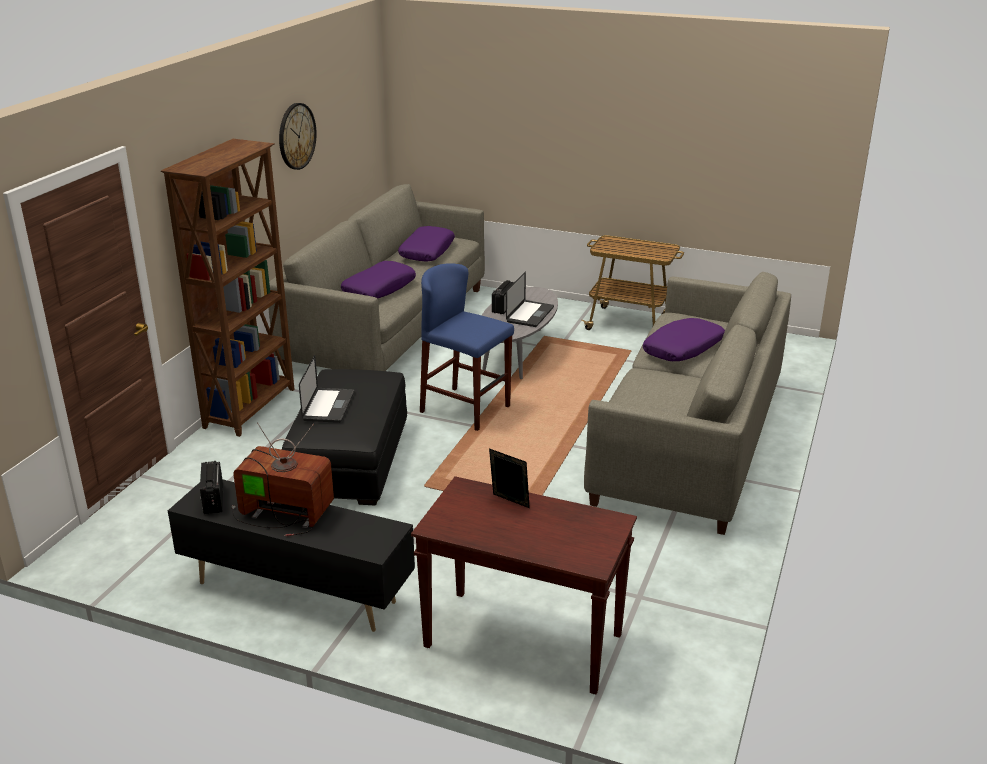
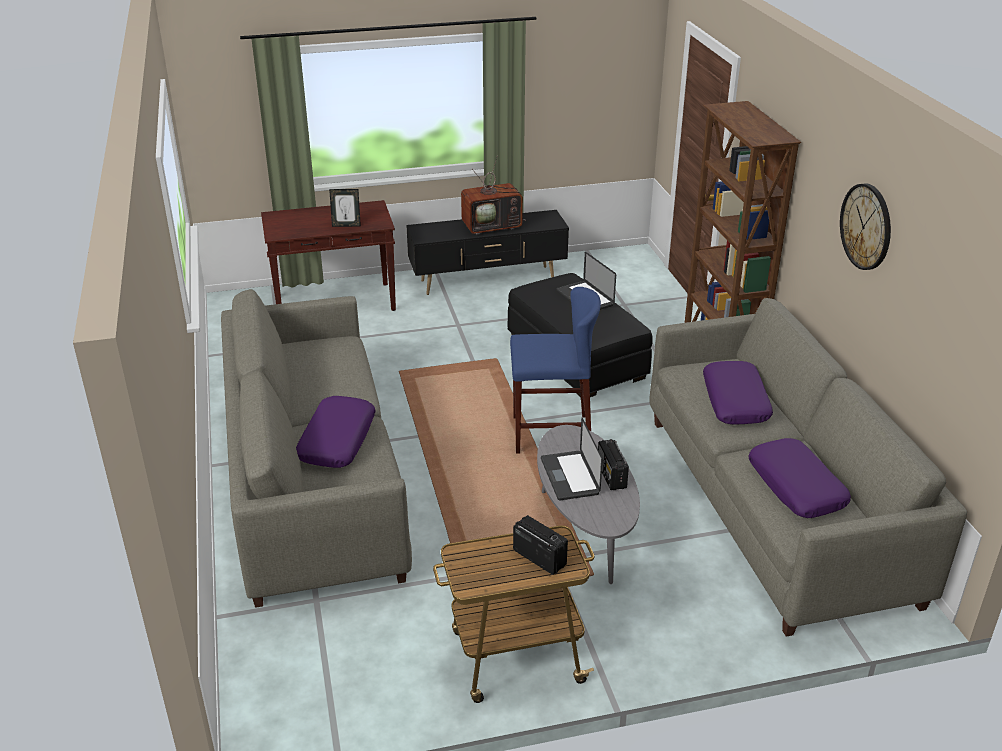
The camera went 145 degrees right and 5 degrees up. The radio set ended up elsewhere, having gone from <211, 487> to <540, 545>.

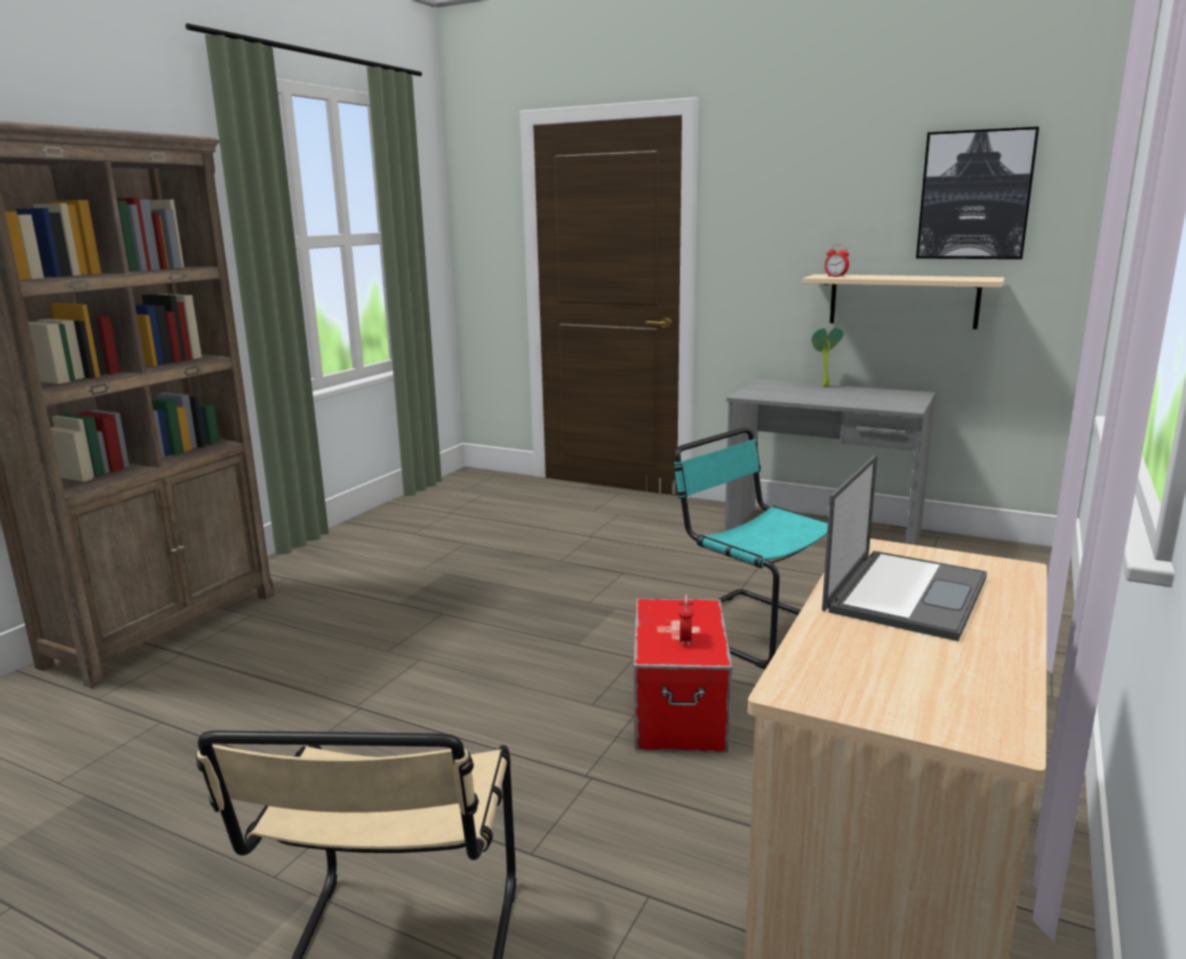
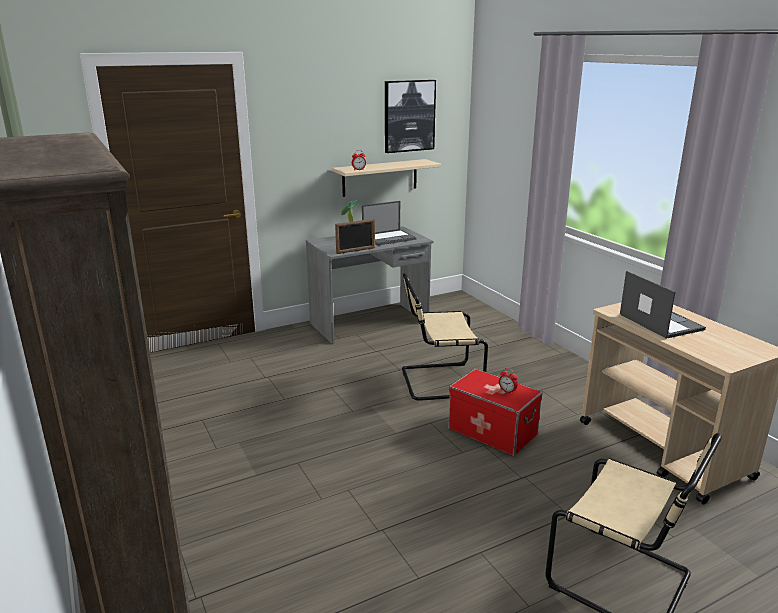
The camera went 55 degrees left and 5 degrees up. What was the upright chair (blue-green) at <751, 548> turned into the upright chair (beige) at <445, 337>. The second view gained the portable computer at <389, 223>. The second view gained the standing frame at <355, 236>.

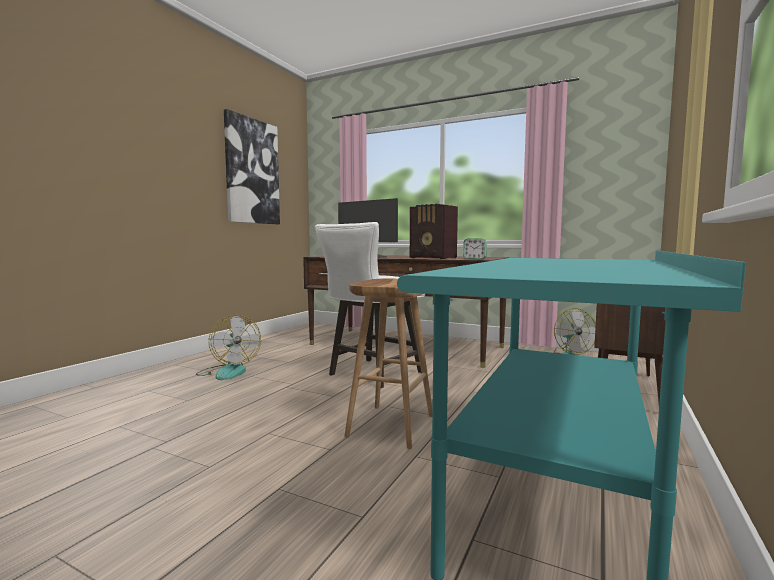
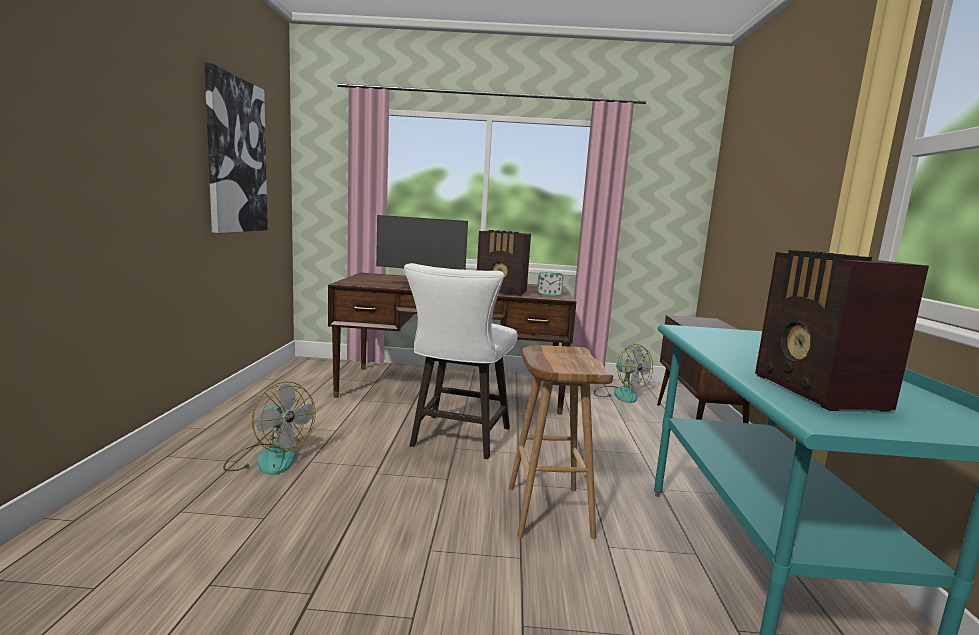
The camera went 25 degrees left and 5 degrees up. The second view gained the radio set at <842, 331>.

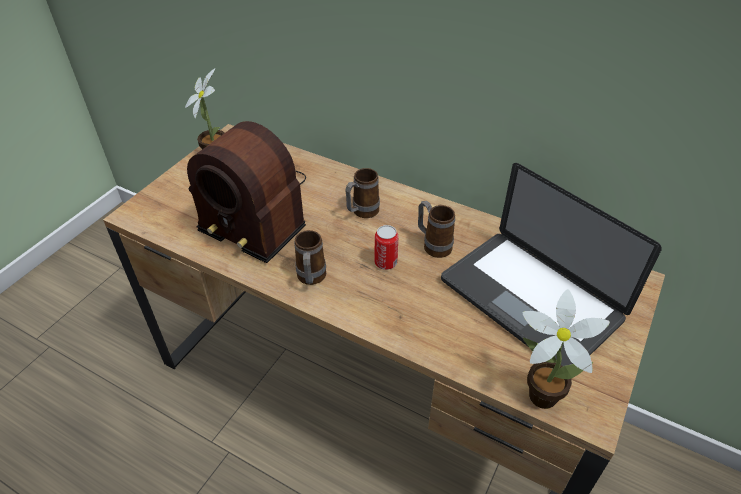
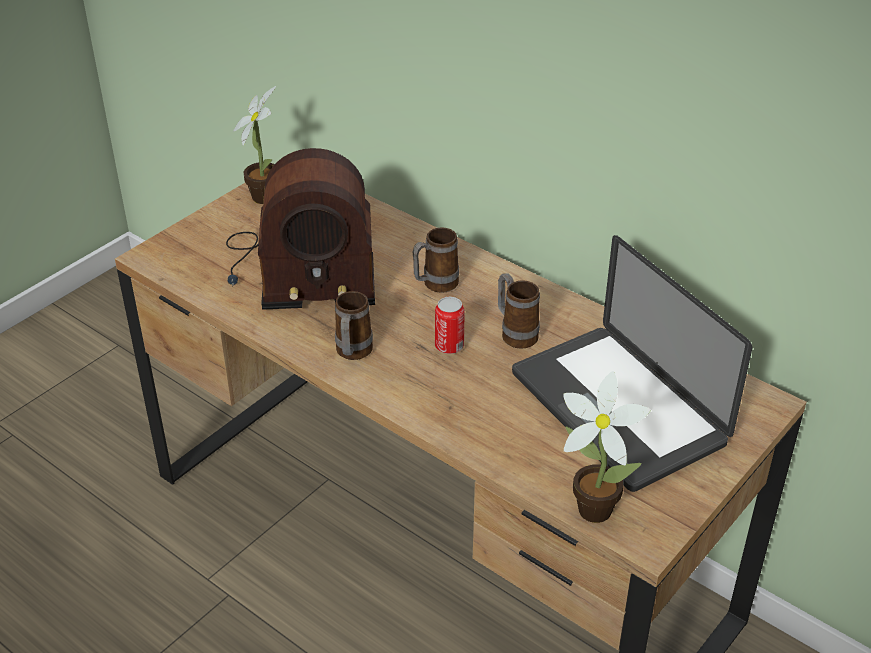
The camera went 10 degrees right and 5 degrees down. The radio set at <246, 192> ended up facing another way, 45 degrees counterclockwise from before.

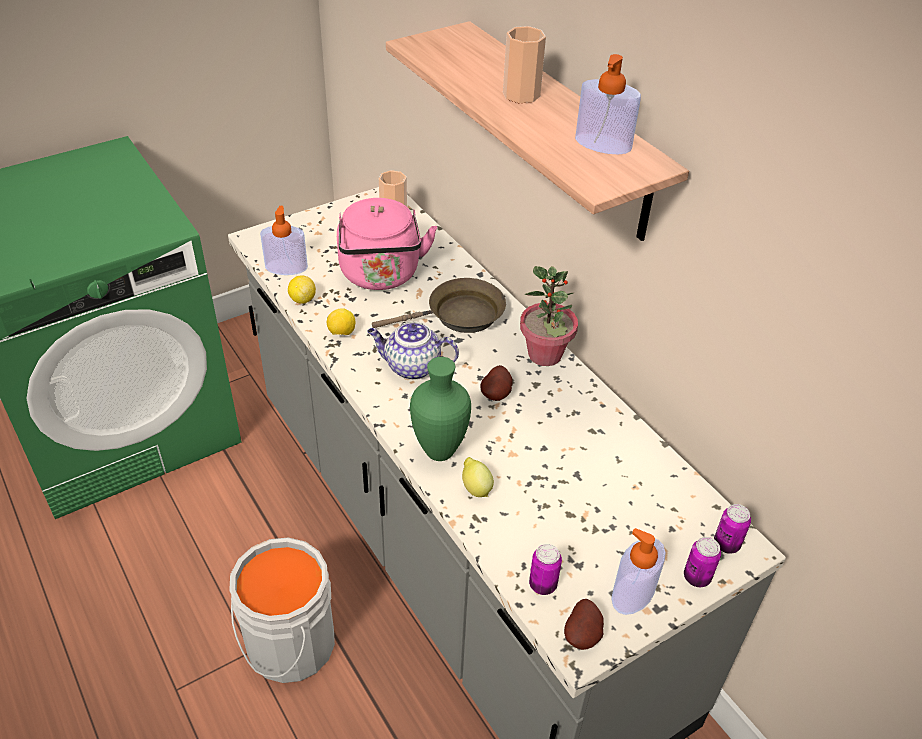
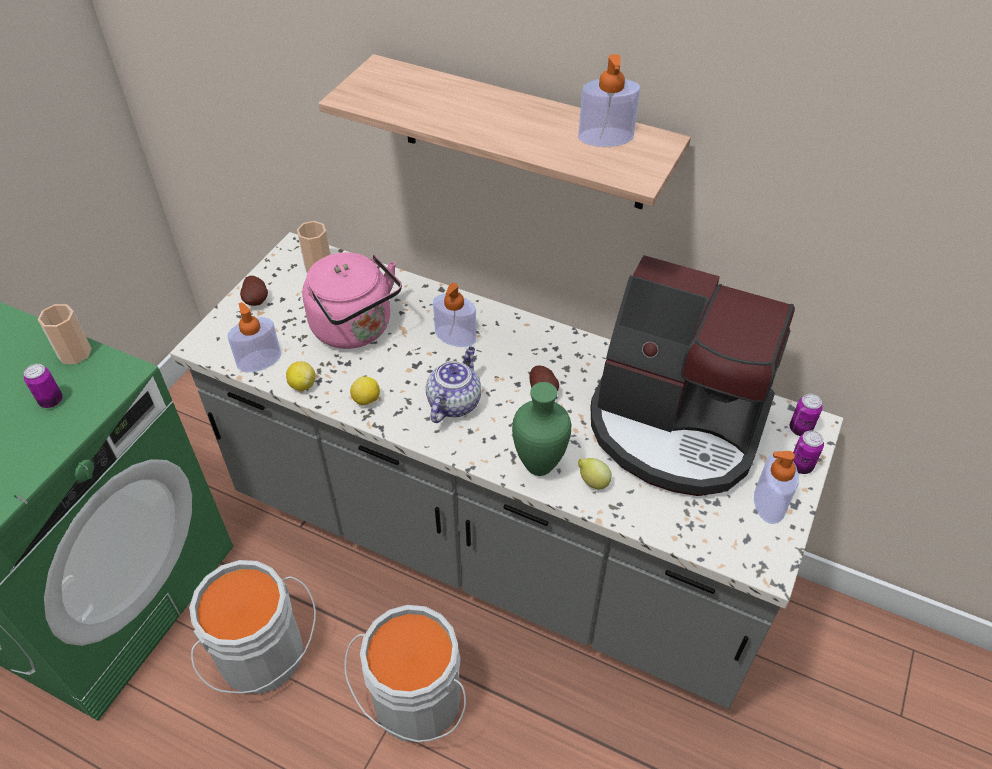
The camera went 30 degrees left and 5 degrees up. The small cup ended up elsewhere, having gone from <524, 64> to <65, 334>. The second view lost the houseplant at <549, 316>. Where the skillet (brownish) stood at <439, 305>, the soap dispenser came to stand at <454, 315>. The tea pot at <413, 350> ended up facing another way, 135 degrees clockwise from before. The sealed can ended up elsewhere, having gone from <545, 569> to <43, 386>. The spud ended up elsewhere, having gone from <584, 624> to <254, 291>. The second view gained the coffee machine at <693, 375>. The second view gained the pail (gray) at <252, 627>.

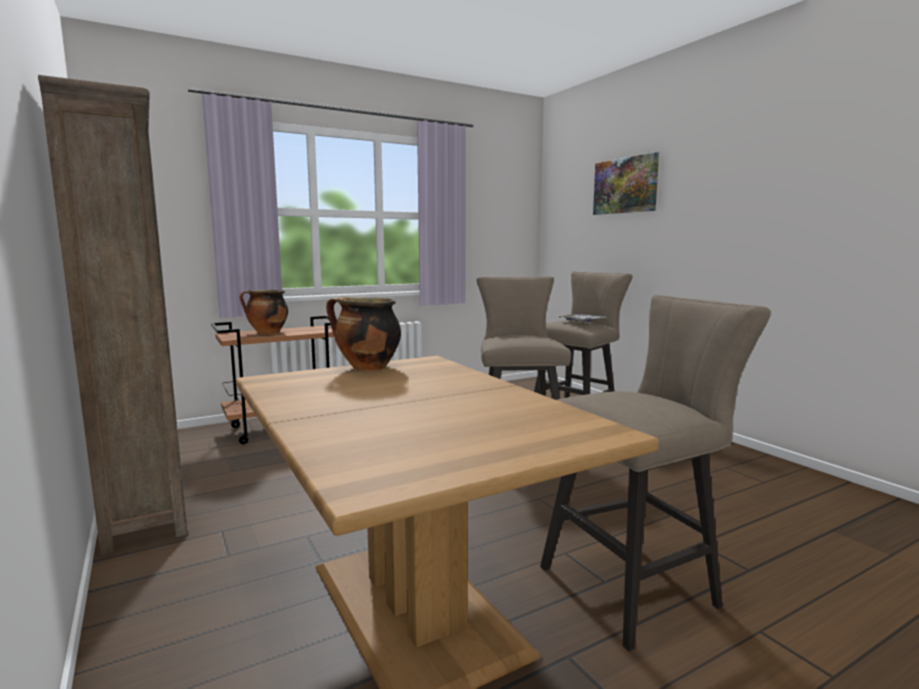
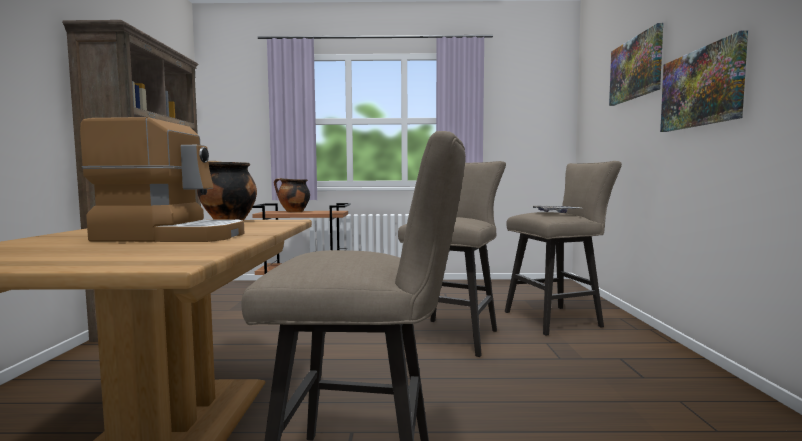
The camera went 30 degrees right and 5 degrees down. The second view gained the wall picture at <704, 81>. The second view gained the coffee machine at <162, 179>.

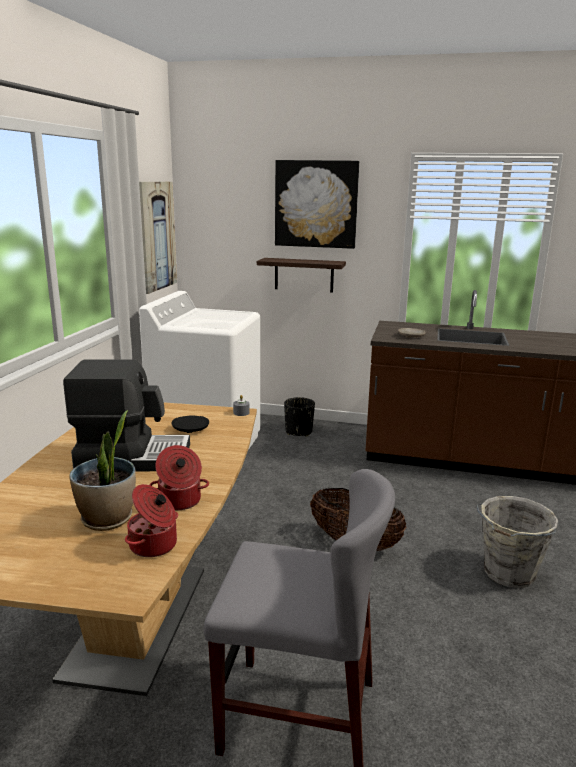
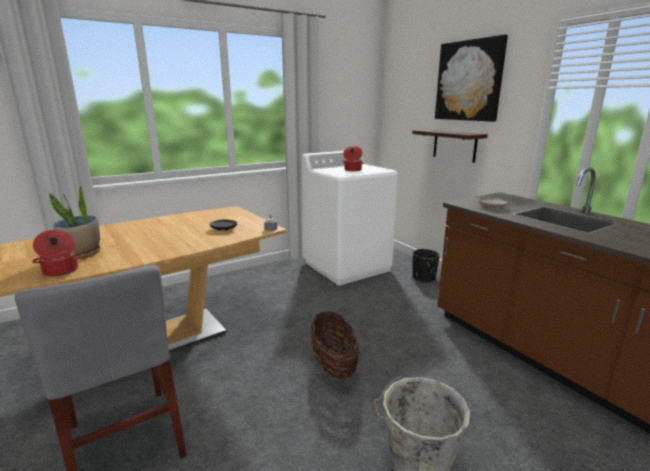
The camera went 45 degrees right and 0 degrees up. The second view lost the wall picture at <158, 238>. The second view lost the coffee machine at <126, 415>. The cooking pot ended up elsewhere, having gone from <179, 477> to <353, 159>.

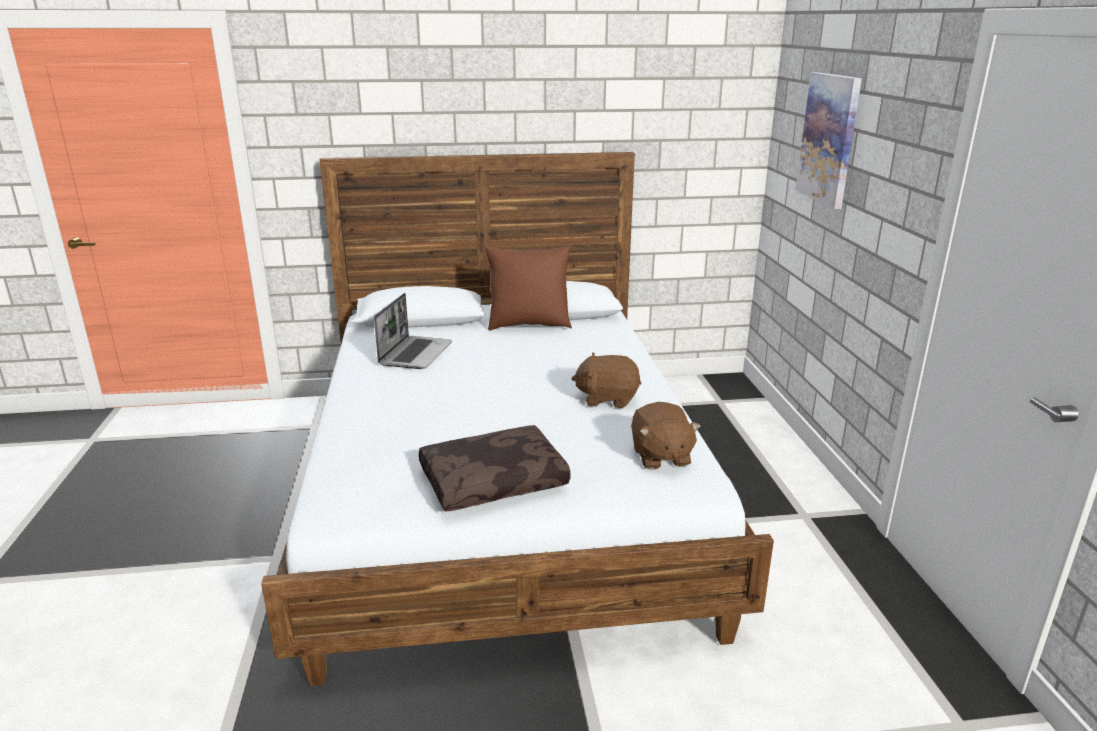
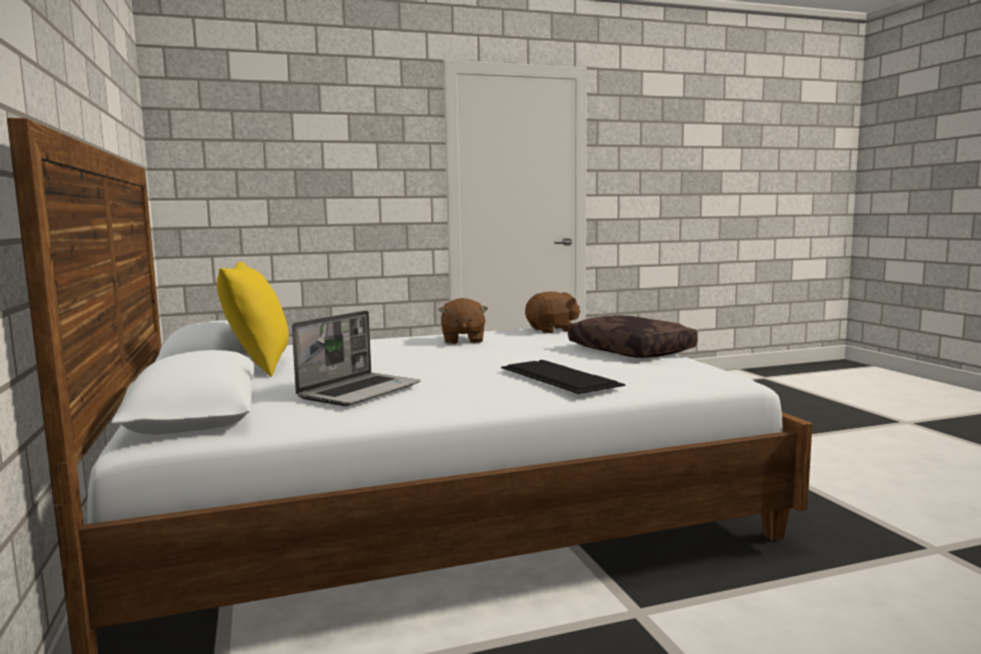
The camera went 100 degrees left and 15 degrees down. The second view lost the wall picture at <829, 140>. What was the cushion (brownish) at <528, 288> turned into the cushion (yellow-coloured) at <253, 319>. The portable computer at <413, 331> ended up facing another way, 120 degrees clockwise from before. The second view gained the computer keyboard at <563, 377>.

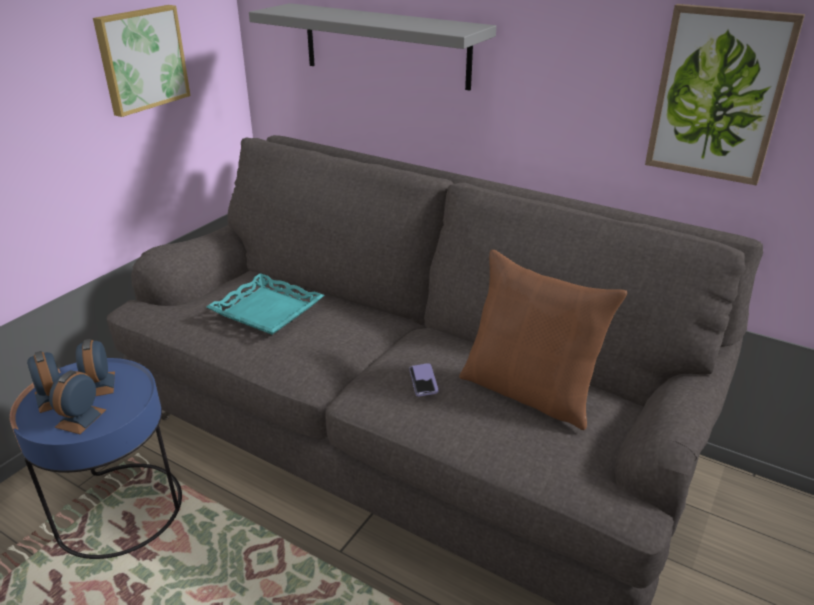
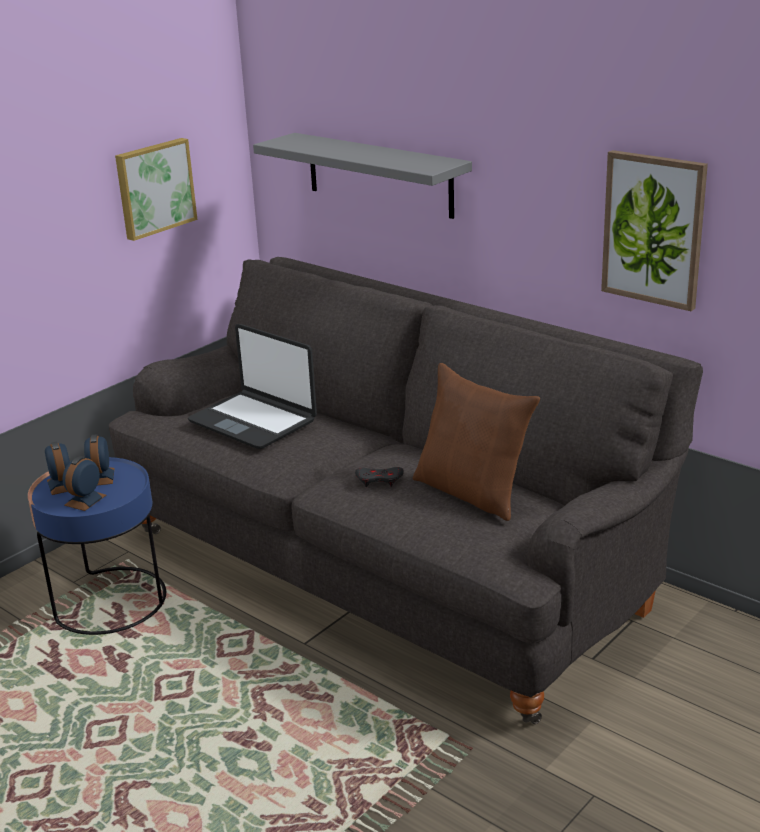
The camera went 10 degrees right and 5 degrees down. Where the carrying tray (blue-green) stood at <265, 304>, the portable computer came to stand at <252, 386>. Where the handset stood at <424, 380>, the joypad (gray) came to stand at <379, 477>.

